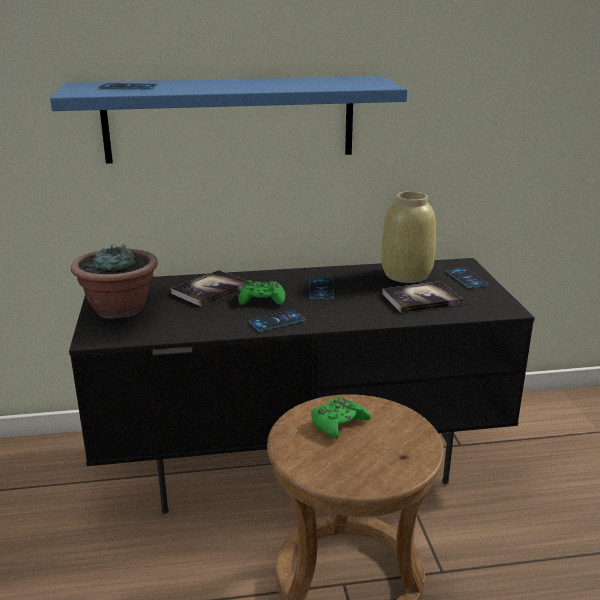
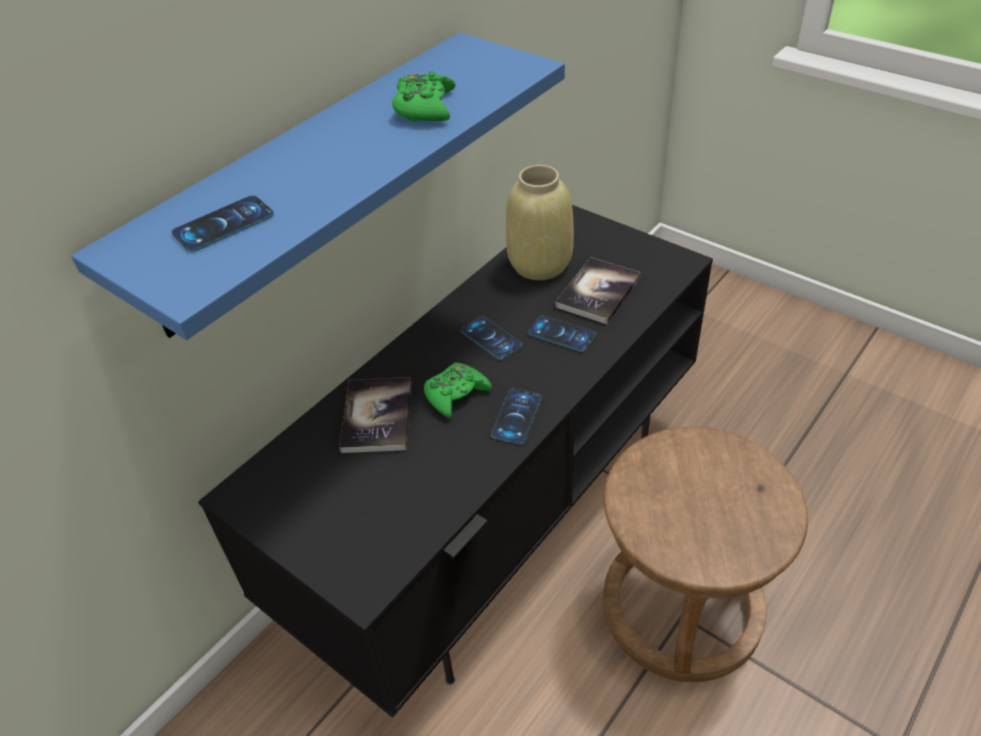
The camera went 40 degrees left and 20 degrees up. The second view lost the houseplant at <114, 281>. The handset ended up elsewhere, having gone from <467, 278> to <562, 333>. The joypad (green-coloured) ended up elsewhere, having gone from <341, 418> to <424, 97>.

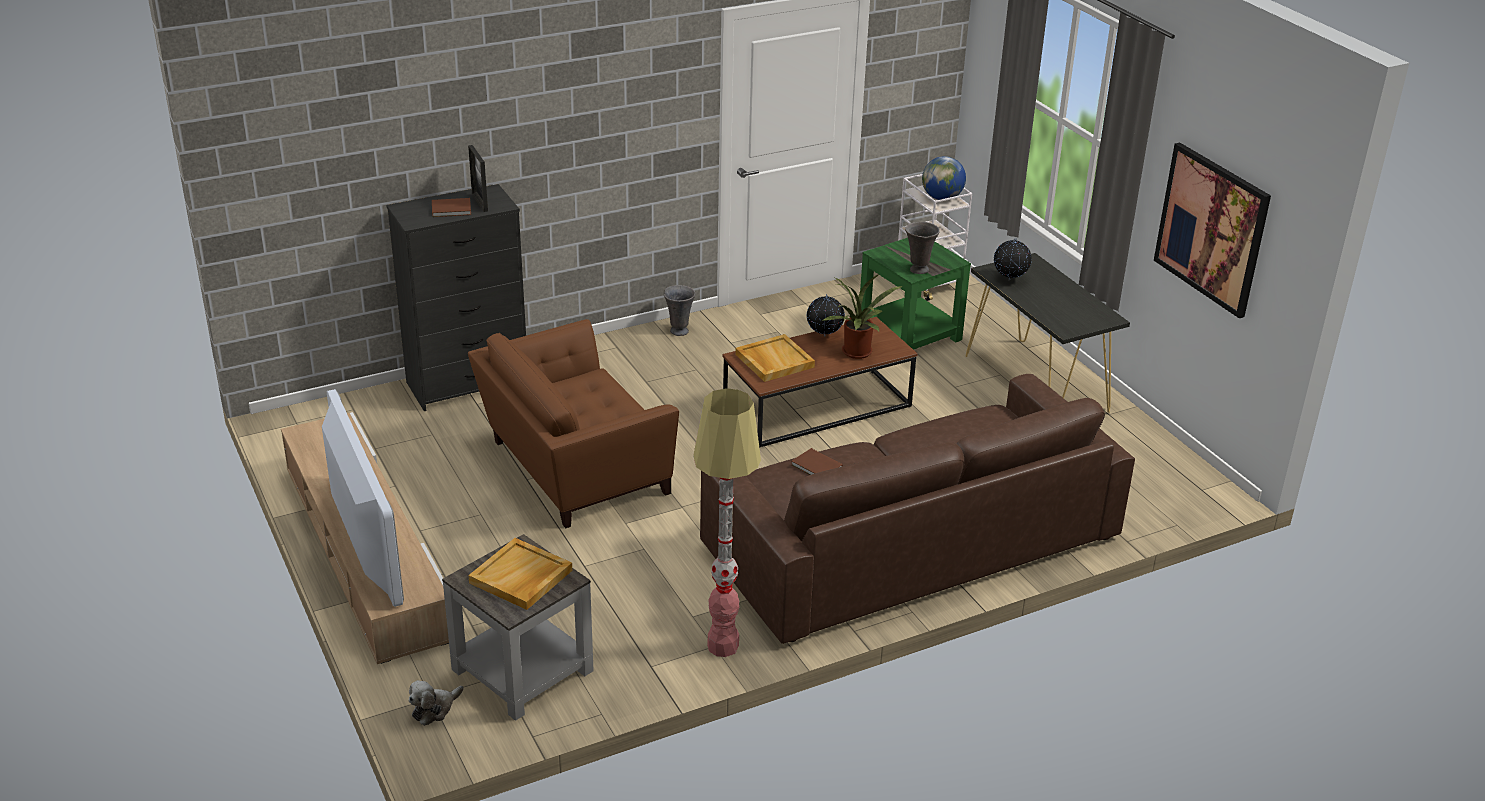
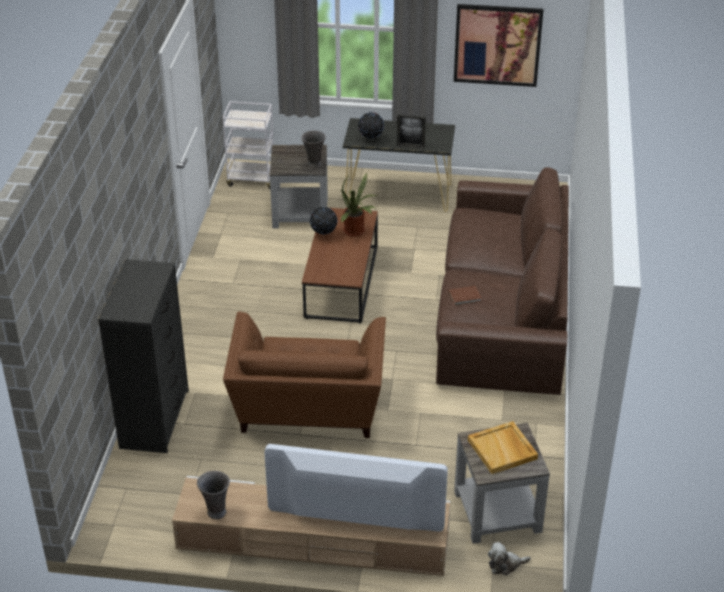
The camera went 55 degrees left and 5 degrees up. The standing frame ended up elsewhere, having gone from <478, 178> to <411, 131>. The second view lost the desk globe at <944, 178>. The second view lost the volume (brownish) at <451, 207>. What was the accent table (green-coloured) at <915, 294> turned into the accent table (gray) at <299, 186>. The flower vase (gray) ended up elsewhere, having gone from <680, 310> to <213, 495>. The second view lost the carrying tray (beige) at <775, 358>. The second view lost the standard lamp at <727, 522>. The soft toy at <436, 703> ended up facing another way, 90 degrees clockwise from before.

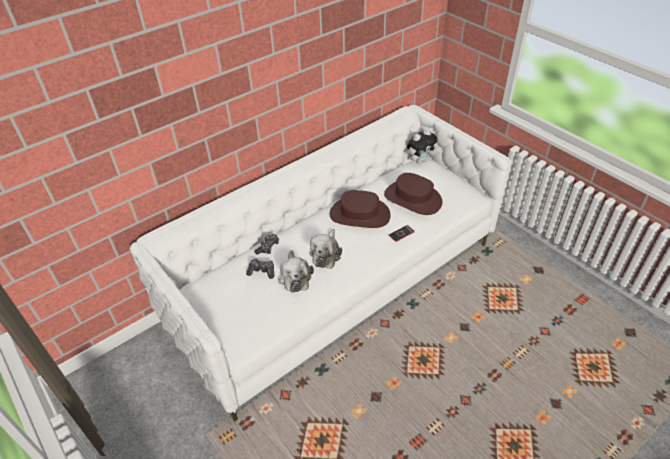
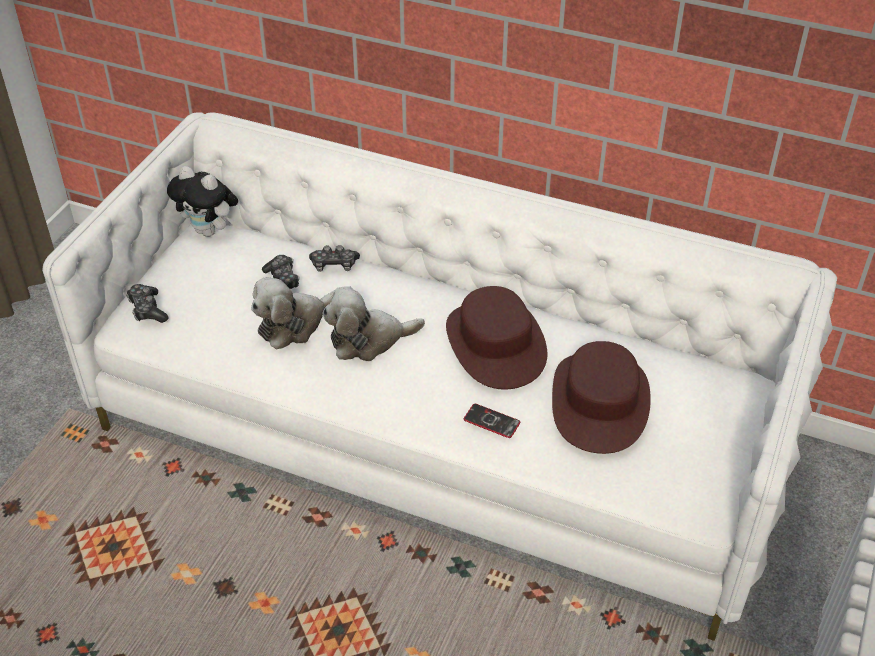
The camera went 60 degrees right and 0 degrees up. The soft toy ended up elsewhere, having gone from <422, 146> to <202, 201>. The second view gained the joypad at <147, 303>.

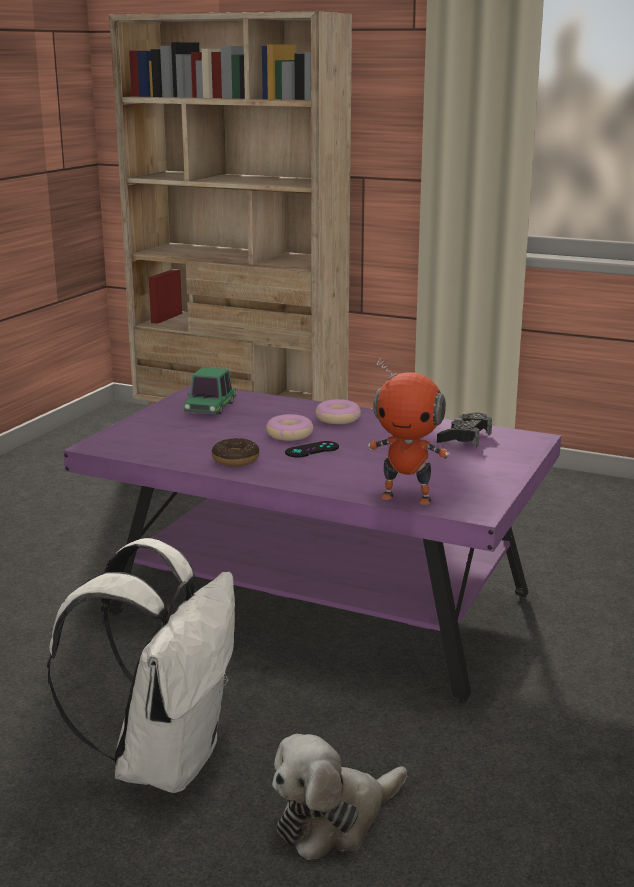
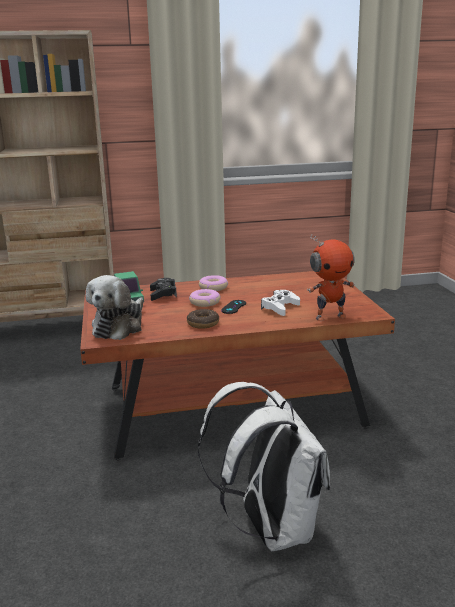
The camera went 35 degrees left and 0 degrees up. What was the coffee table (purple) at <312, 544> turned into the coffee table (brownish) at <237, 366>. The joypad (blackish) ended up elsewhere, having gone from <464, 429> to <163, 289>. The soft toy ended up elsewhere, having gone from <339, 797> to <114, 307>. The second view gained the joypad (white) at <280, 303>.

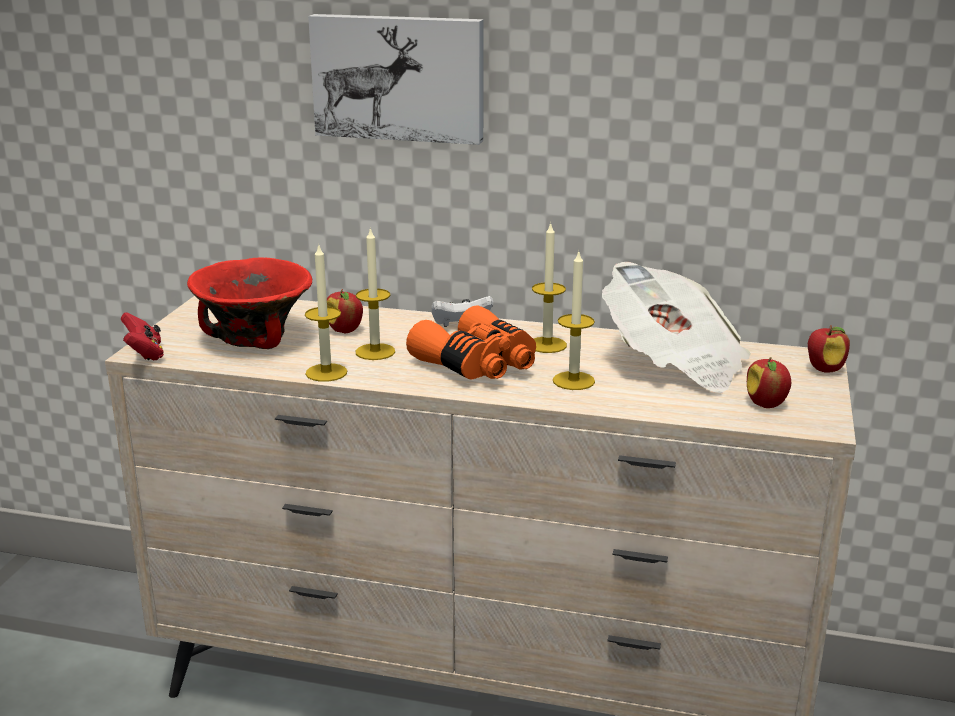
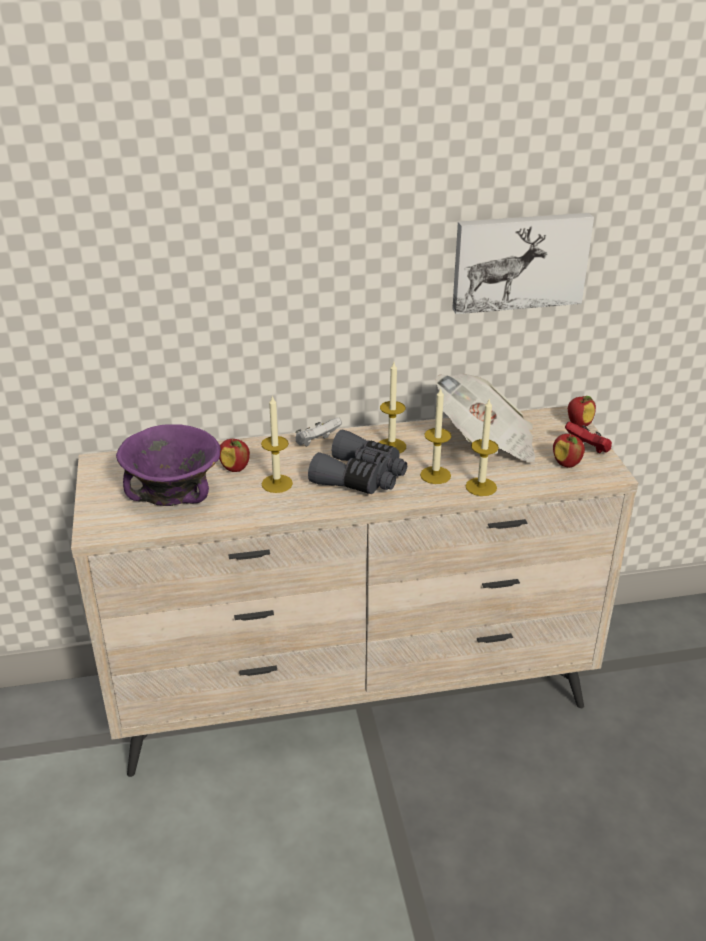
The camera went 25 degrees left and 10 degrees up. The wall picture ended up elsewhere, having gone from <396, 79> to <523, 263>. The candle ended up elsewhere, having gone from <326, 312> to <482, 447>. What was the bowl (reddish) at <249, 303> turned into the bowl (purple) at <168, 465>. What was the pair of binoculars (orange-coloured) at <471, 342> turned into the pair of binoculars (gray) at <357, 462>. The joypad (reddish) ended up elsewhere, having gone from <142, 336> to <588, 437>.

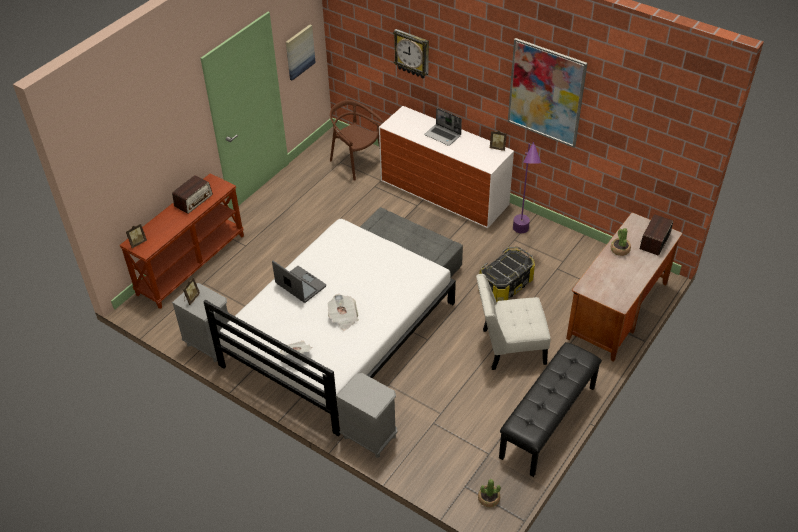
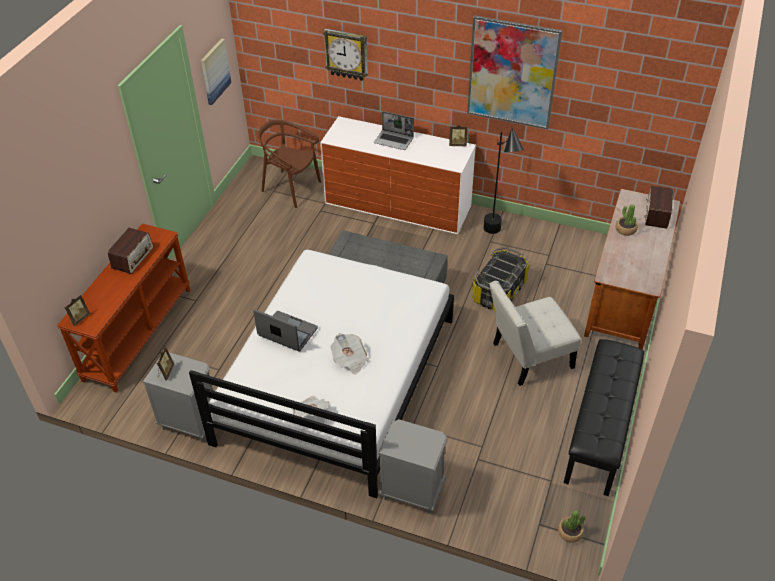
The camera went 15 degrees left and 0 degrees up. What was the standard lamp (purple) at <527, 187> turned into the standard lamp (blackish) at <503, 181>.

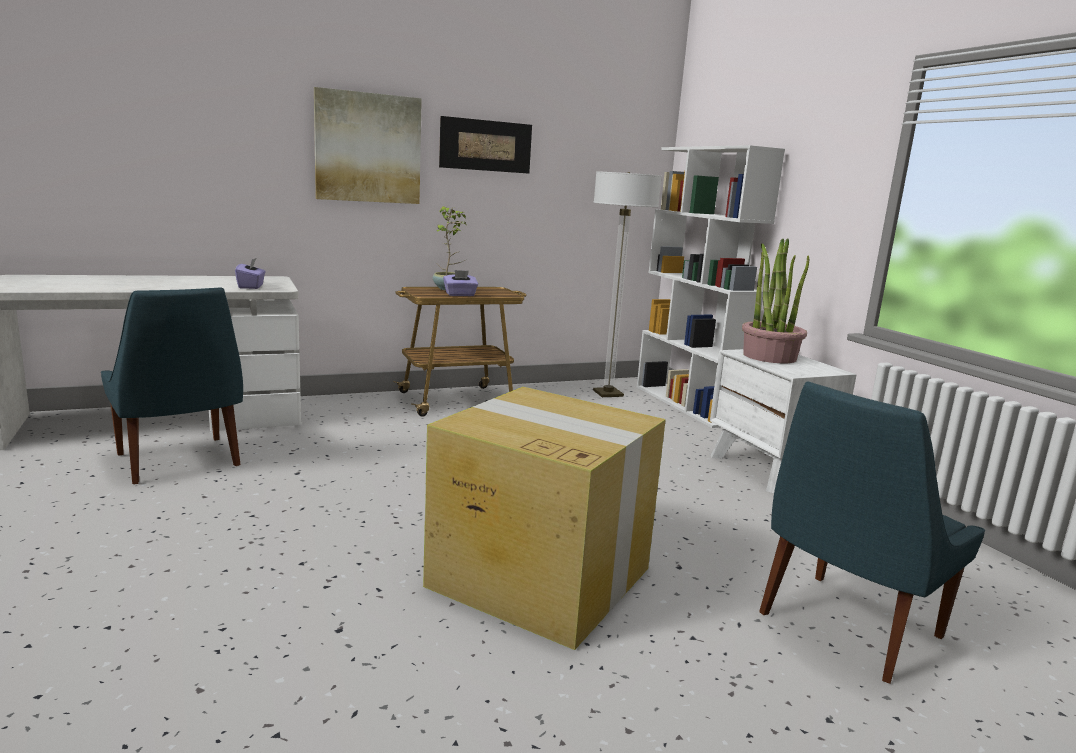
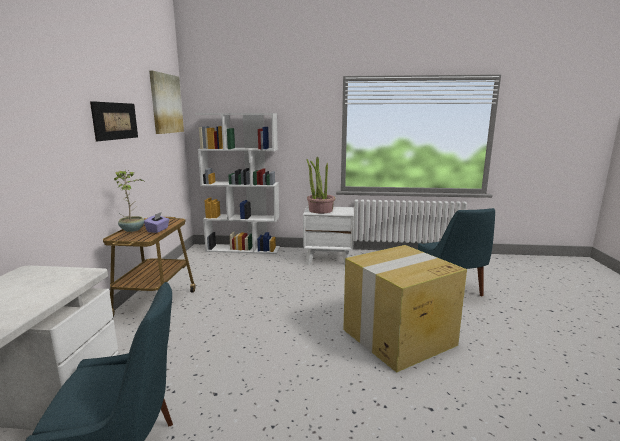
The camera went 60 degrees left and 0 degrees up. The wall picture ended up elsewhere, having gone from <368, 145> to <166, 102>. The second view lost the standard lamp at <627, 284>. The second view lost the box of tissues (purple) at <250, 273>.

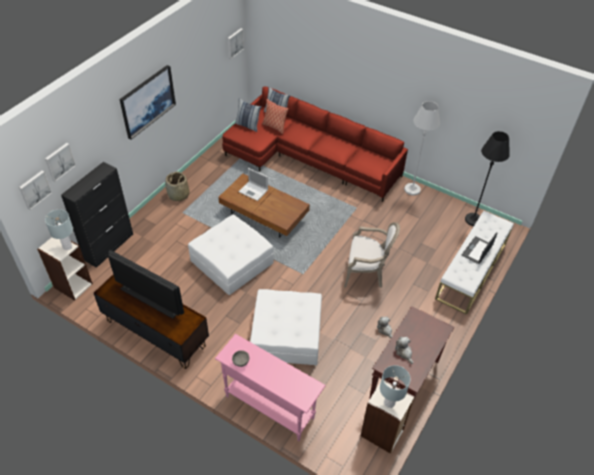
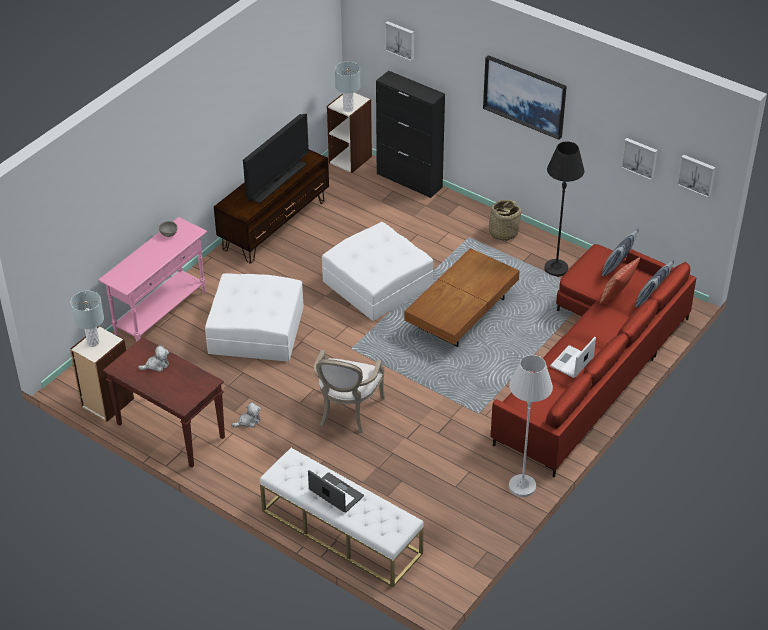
The camera went 95 degrees right and 5 degrees down. The standard lamp (blackish) ended up elsewhere, having gone from <487, 178> to <564, 209>. The portable computer ended up elsewhere, having gone from <253, 184> to <573, 357>. The wall picture ended up elsewhere, having gone from <35, 190> to <639, 159>.

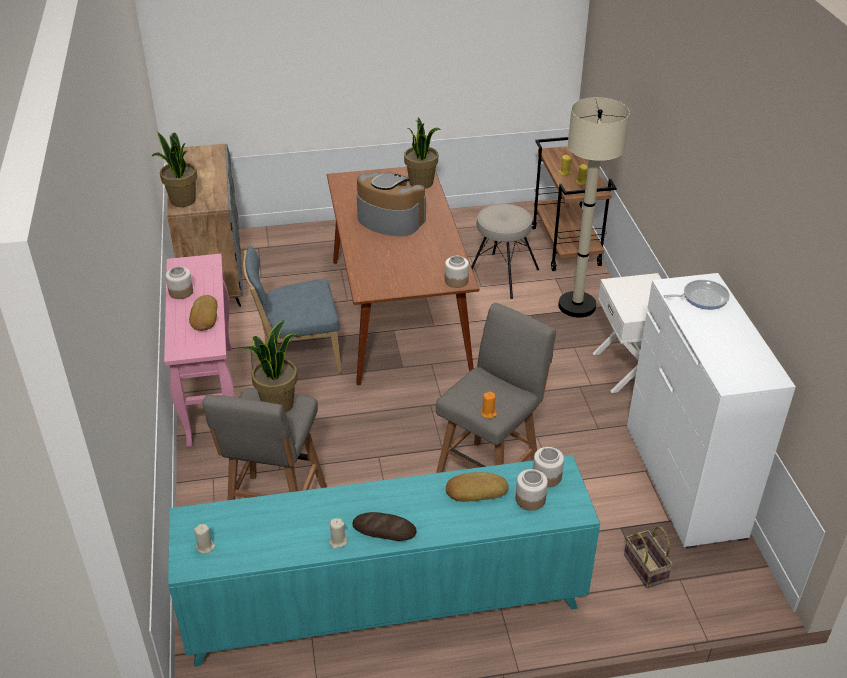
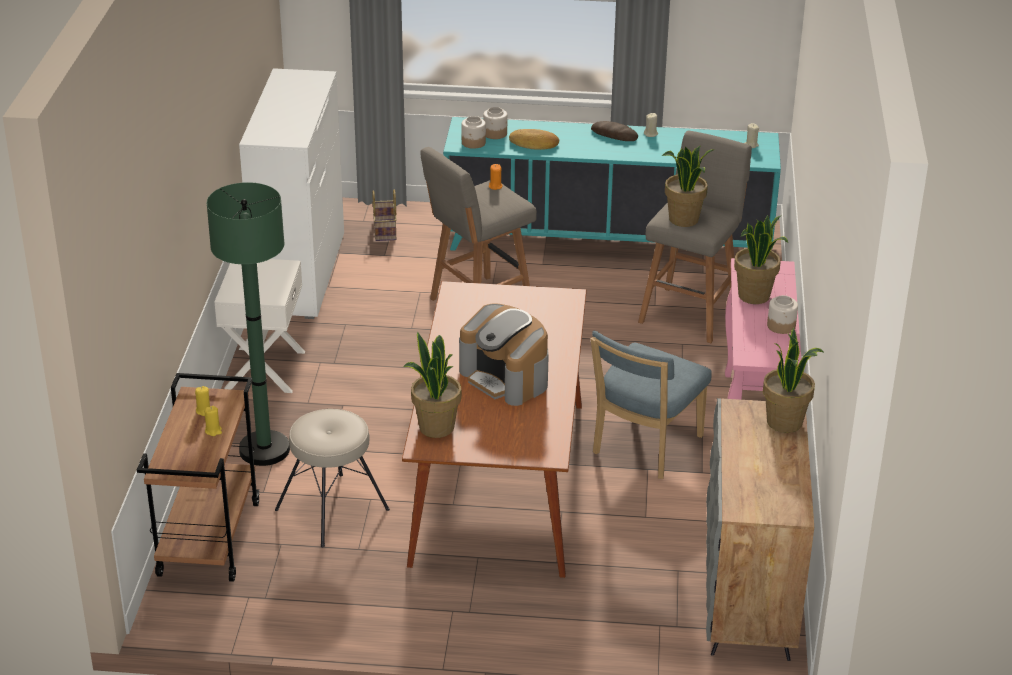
The camera went 165 degrees left and 5 degrees down. What was the standard lamp (beige) at <594, 207> turned into the standard lamp (green-coloured) at <248, 324>. The upright chair (blue) at <292, 309> ended up facing another way, 120 degrees clockwise from before. The second view lost the jar at <457, 272>. The second view lost the skillet at <697, 295>. Where the bakery bread stood at <203, 313>, the houseplant came to stand at <761, 259>.

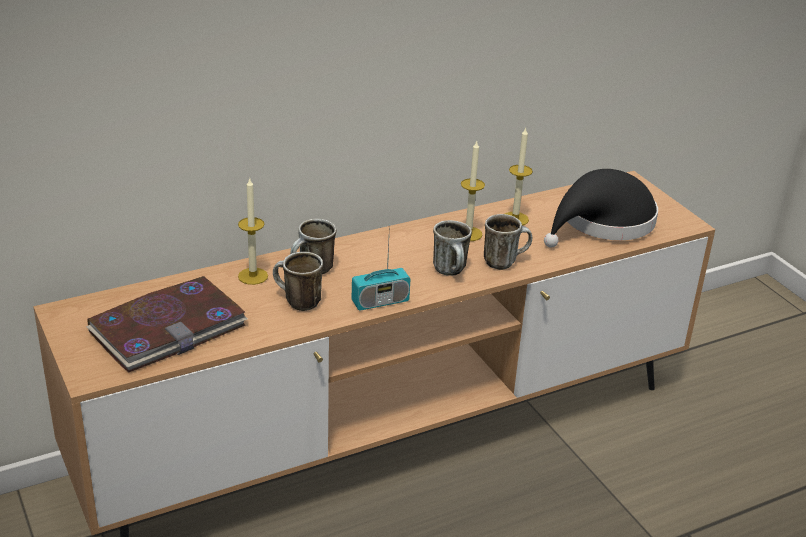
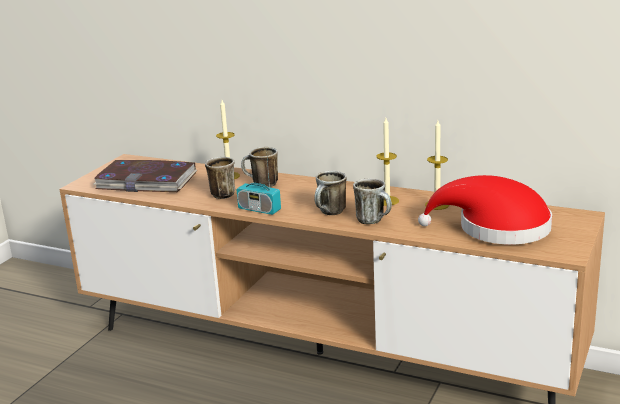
The camera went 55 degrees right and 10 degrees down. What was the hat (blackish) at <601, 208> turned into the hat (reddish) at <485, 209>.

